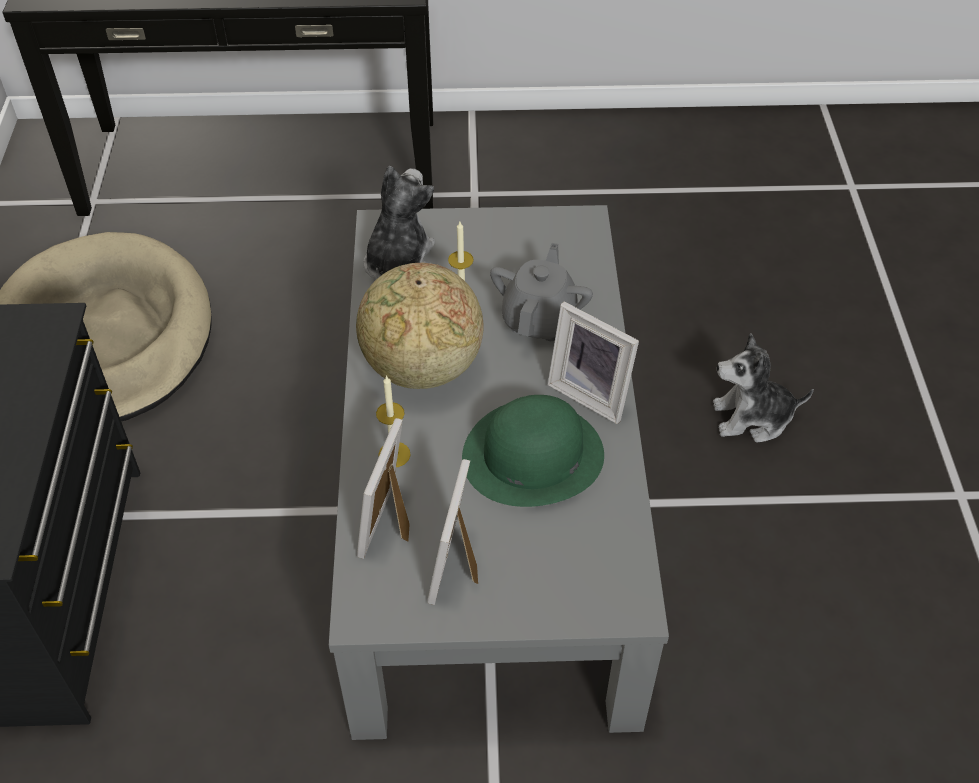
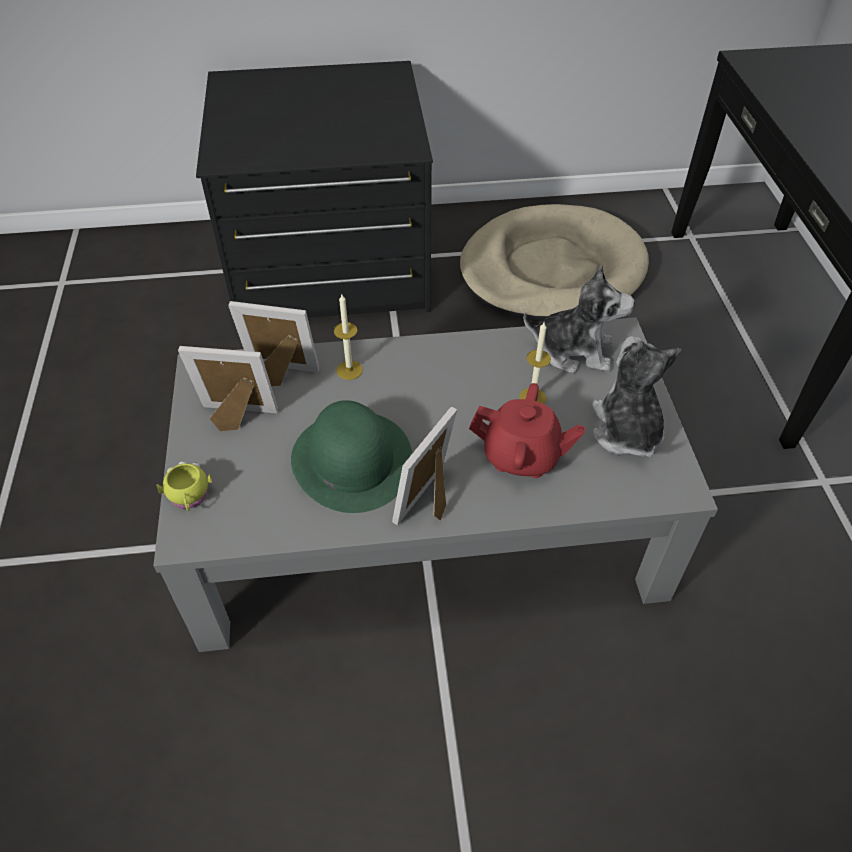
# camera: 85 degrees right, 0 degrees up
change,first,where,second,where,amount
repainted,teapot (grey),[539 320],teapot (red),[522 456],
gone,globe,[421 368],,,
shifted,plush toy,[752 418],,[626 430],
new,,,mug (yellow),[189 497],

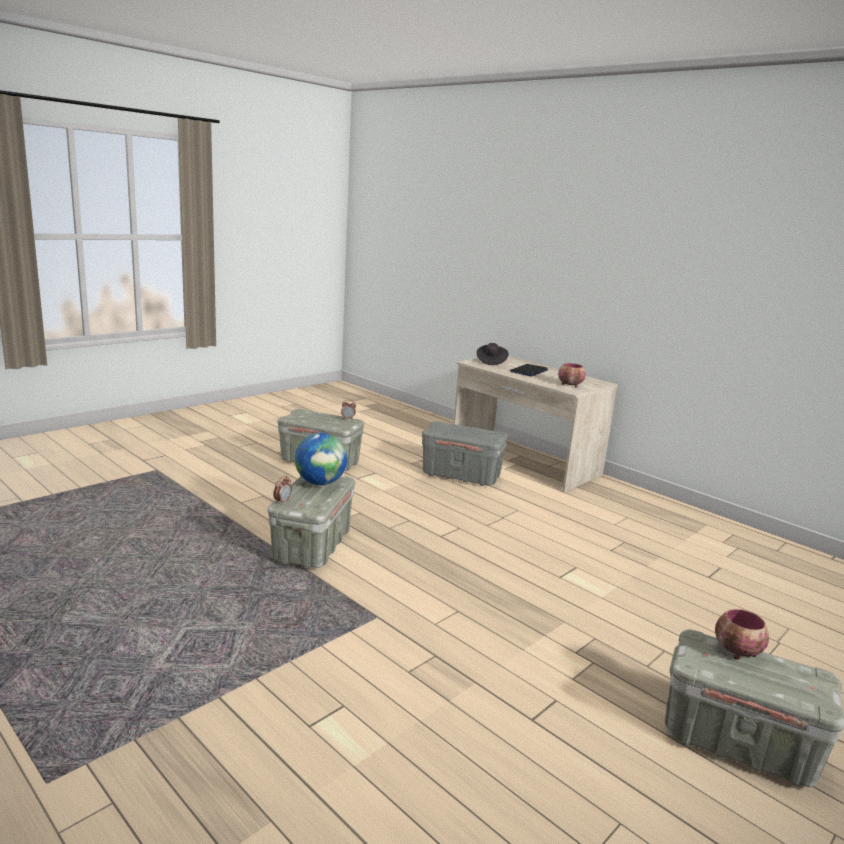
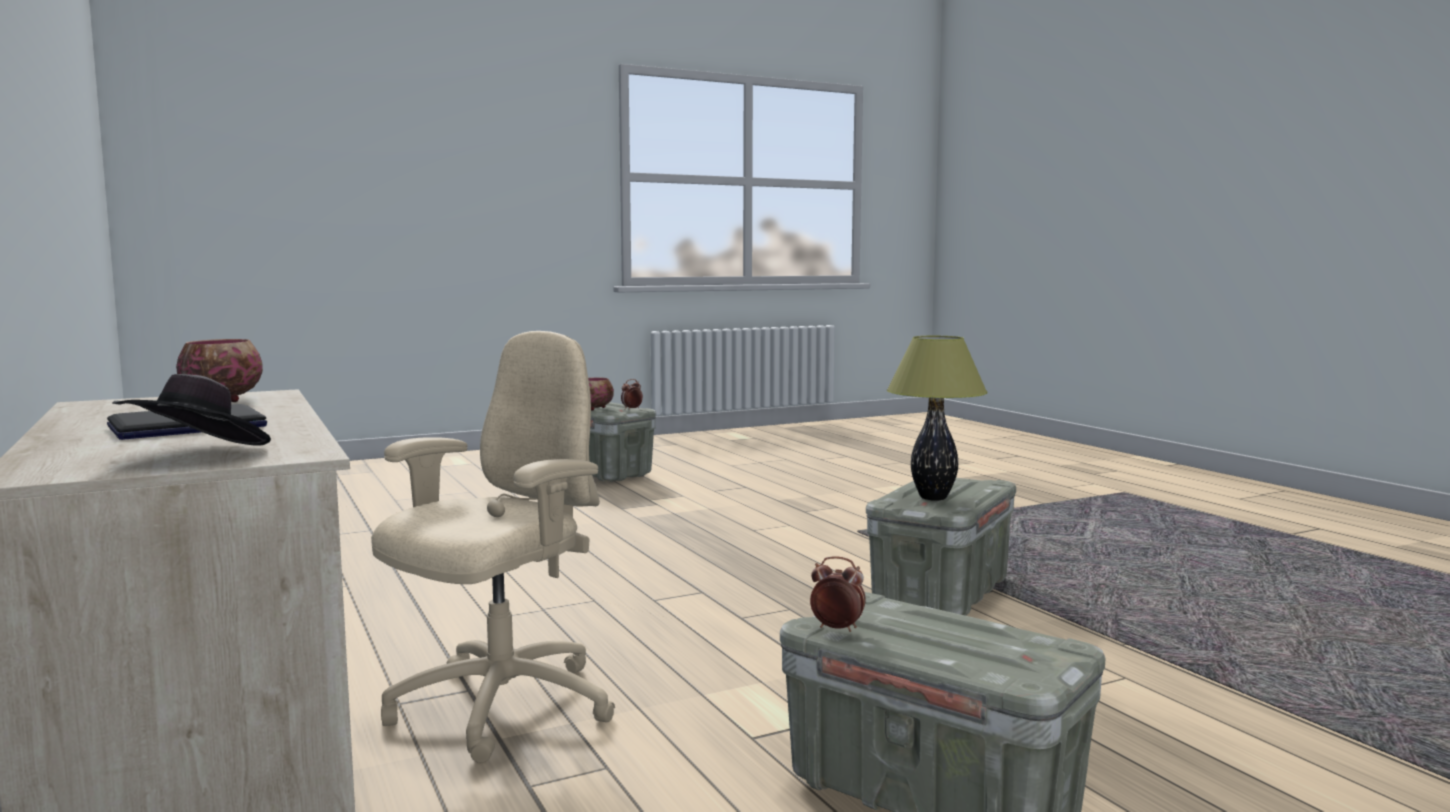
# camera: 160 degrees left, 10 degrees down
change,first,where,second,where,amount
swapped,storage box (grey),[460 475],office chair (beige),[499 708],
swapped,globe,[320 483],table lamp,[932 497],
shifted,alarm clock,[282 501],,[631 409],

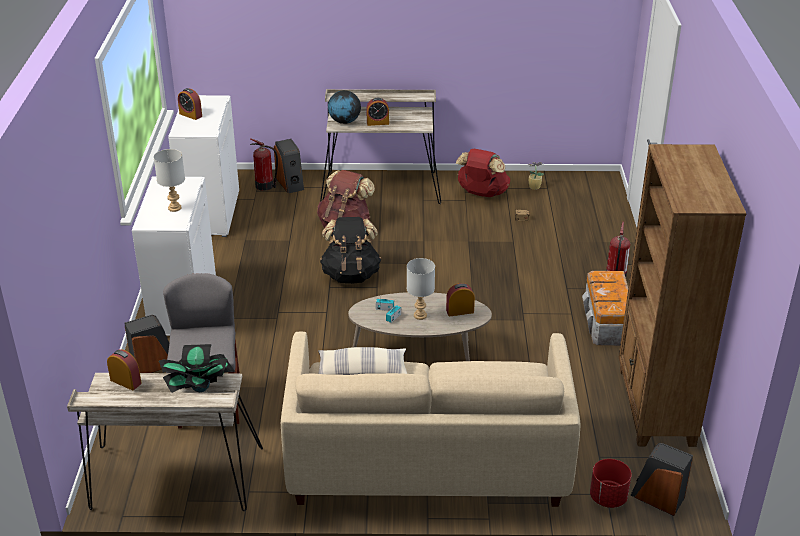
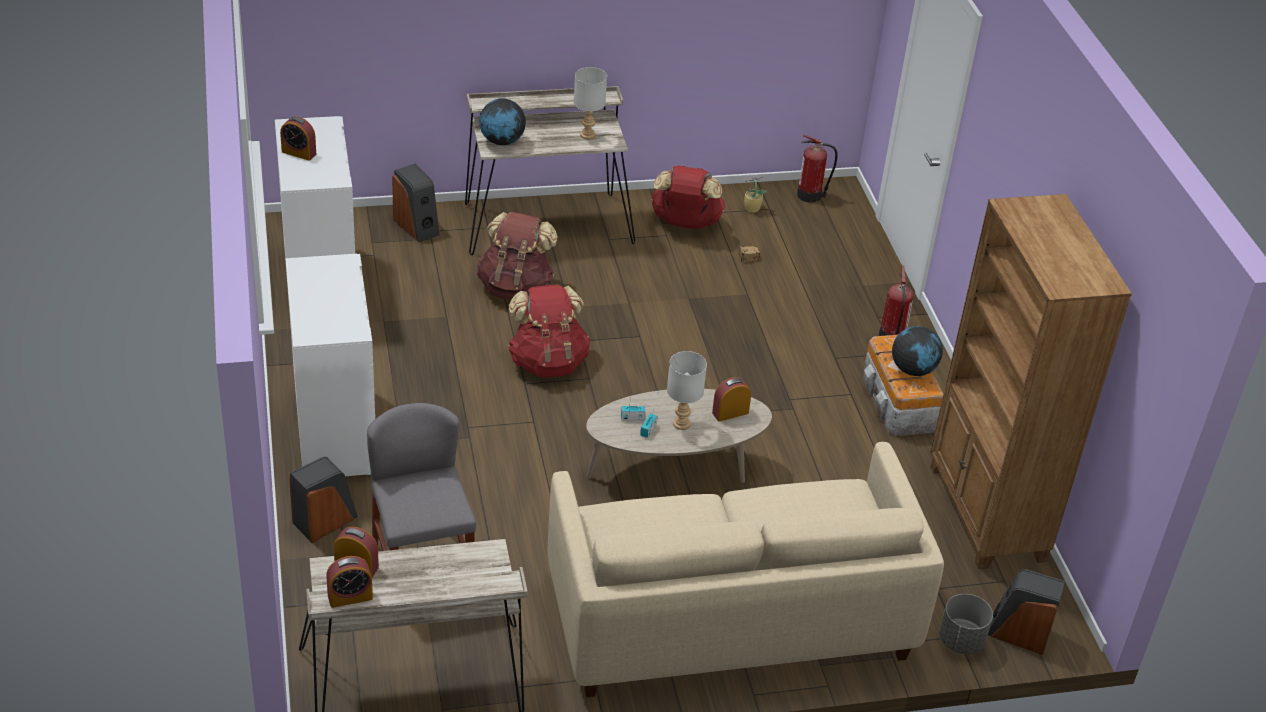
# camera: 15 degrees left, 5 degrees up
change,first,where,second,where,amount
shifted,alarm clock,[377 123],,[350 597],
shifted,fire extinguisher,[265 186],,[810 195],
shifted,table lamp (grey),[174 208],,[587 135],
repainted,backpack (black),[351 274],backpack (red),[548 362],
gone,potted plant,[199 388],,,
gone,pillow,[362 371],,,
repainted,planter (red),[608 498],planter (grey),[961 641],
new,,,globe,[913 370],

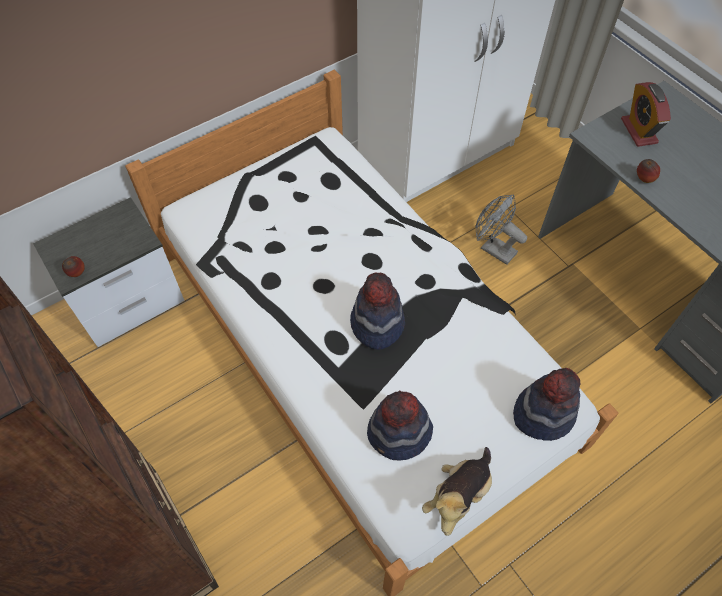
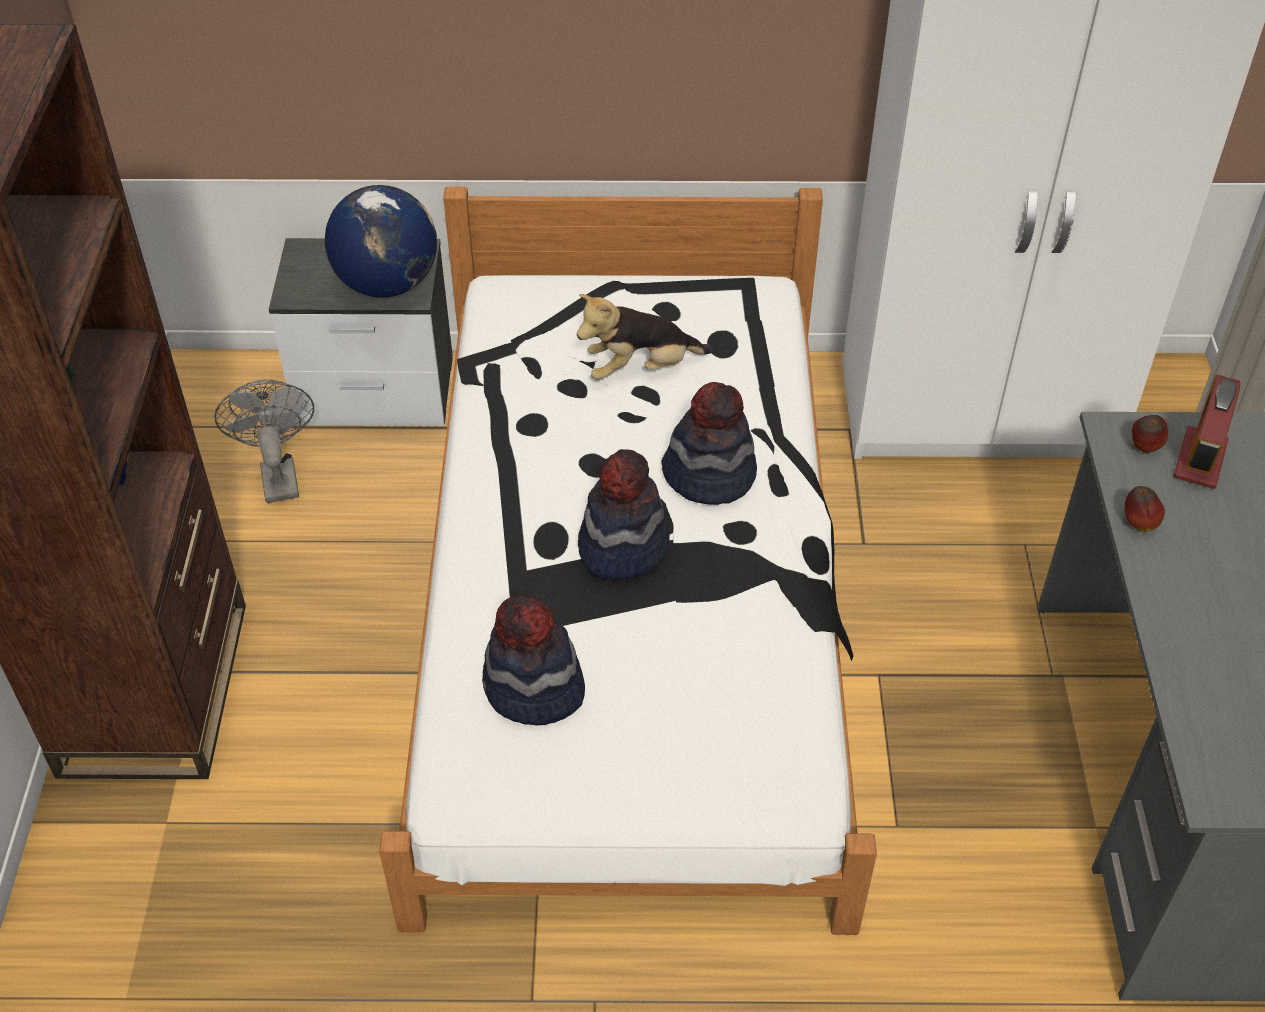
# camera: 35 degrees right, 10 degrees down
change,first,where,second,where,amount
shifted,fan (grey),[493 248],,[277 475],
shifted,apple,[77 273],,[1144 448],
shifted,hat,[543 413],,[709 475],
shifted,plush toy,[458 496],,[640 369],
new,,,globe,[387 284],

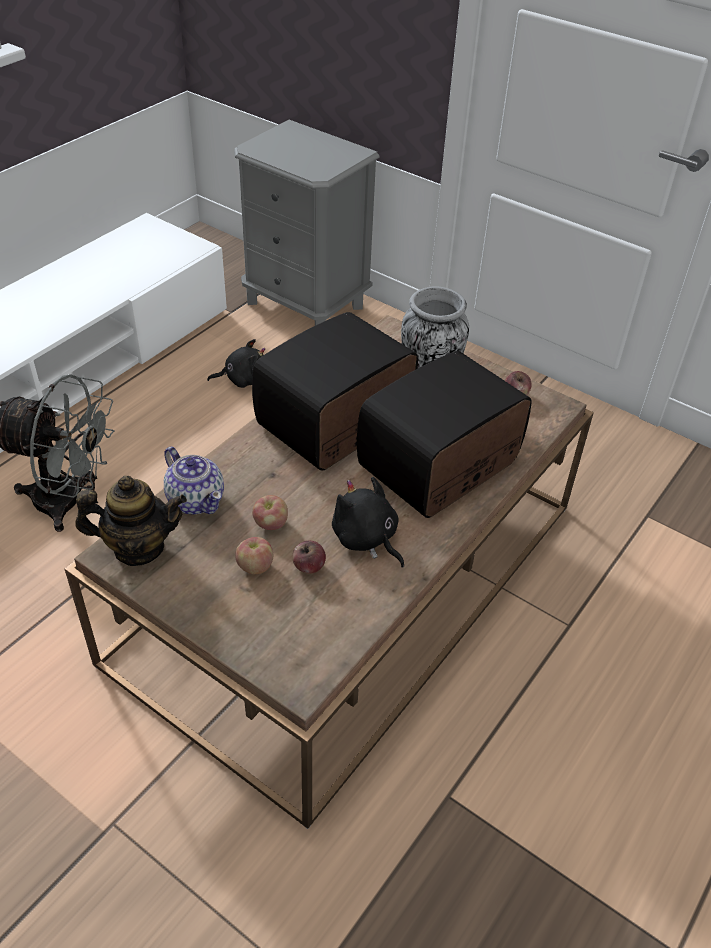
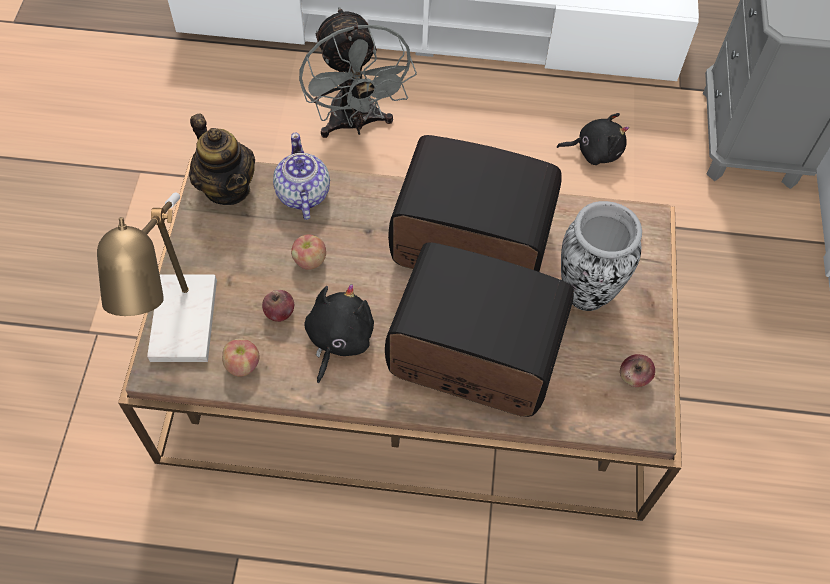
# camera: 60 degrees right, 15 degrees up
change,first,where,second,where,amount
rotated,plush toy (black),[243 379],,[595 151],45 degrees counterclockwise
rotated,teapot,[196 499],,[302 194],150 degrees clockwise
shifted,apple,[255 566],,[242 365],
new,,,table lamp,[184 333],

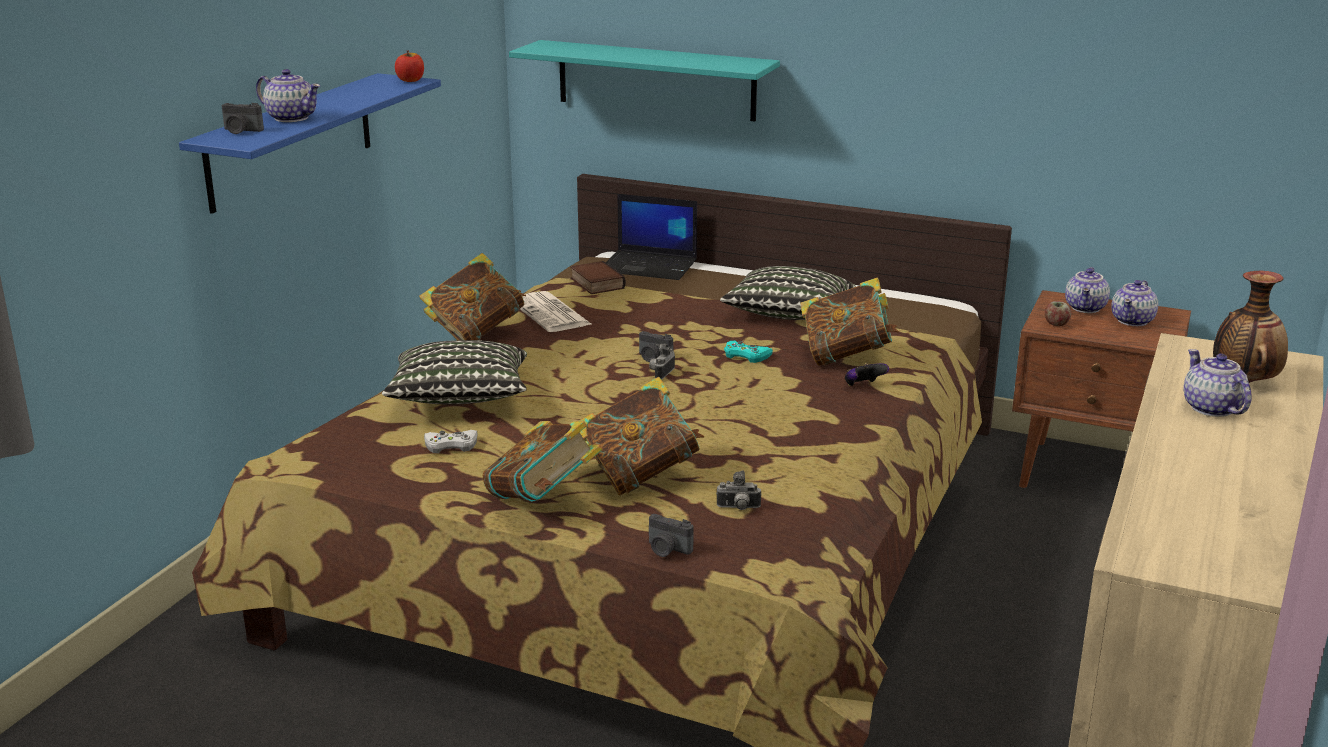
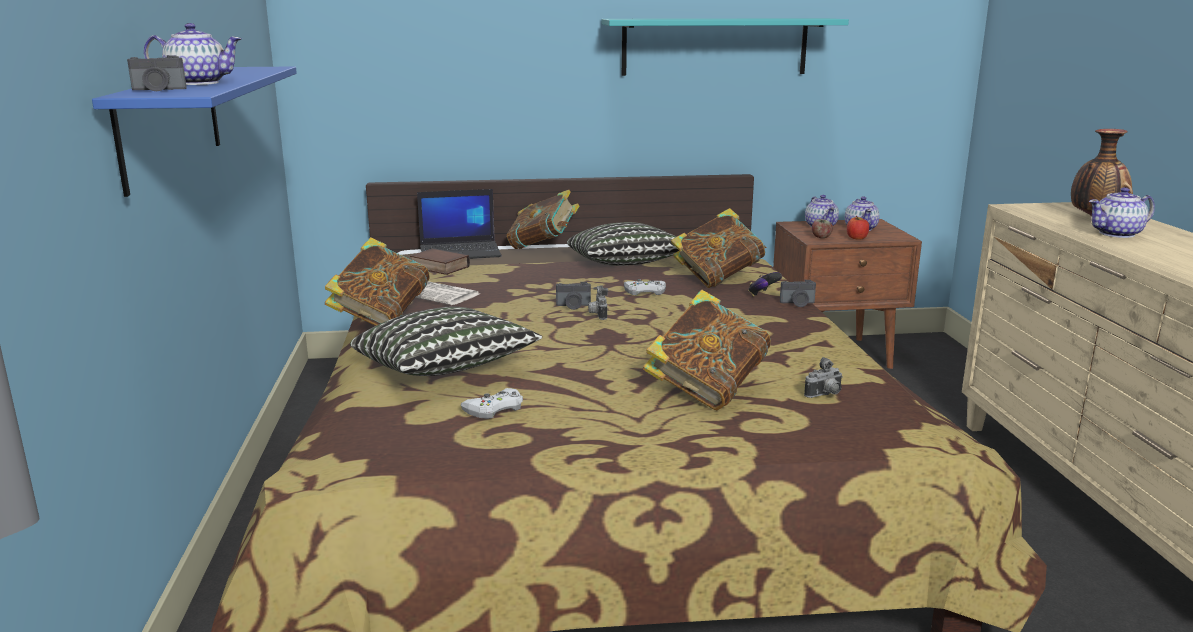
# camera: 30 degrees left, 5 degrees down
change,first,where,second,where,amount
shifted,shelf (turquoise),[656 80],,[714 46],
shifted,apple,[410 80],,[857 238],
repainted,game controller (turquoise),[746 356],game controller (white),[645 292],
rotated,teapot,[1212 408],,[1117 234],60 degrees counterclockwise
shifted,book,[542 501],,[543 247],
shifted,photo camera,[667 549],,[798 304],

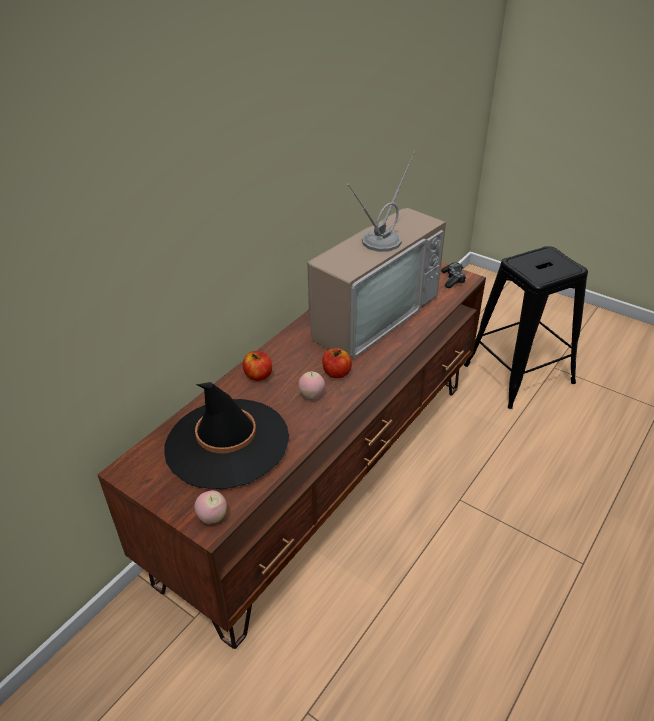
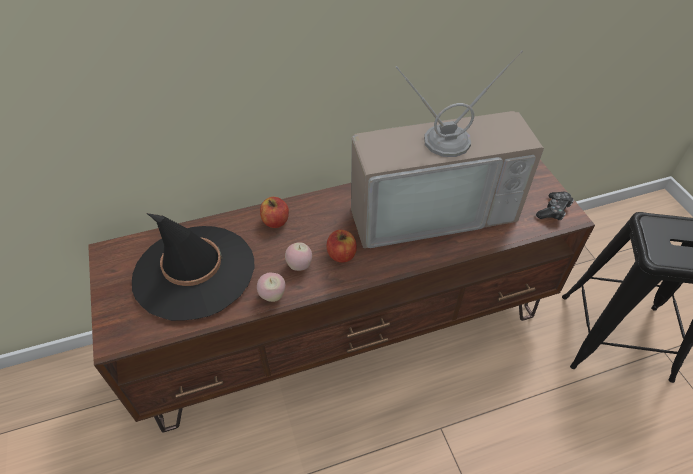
# camera: 35 degrees right, 10 degrees up
change,first,where,second,where,amount
shifted,apple,[212 517],,[272 295],

